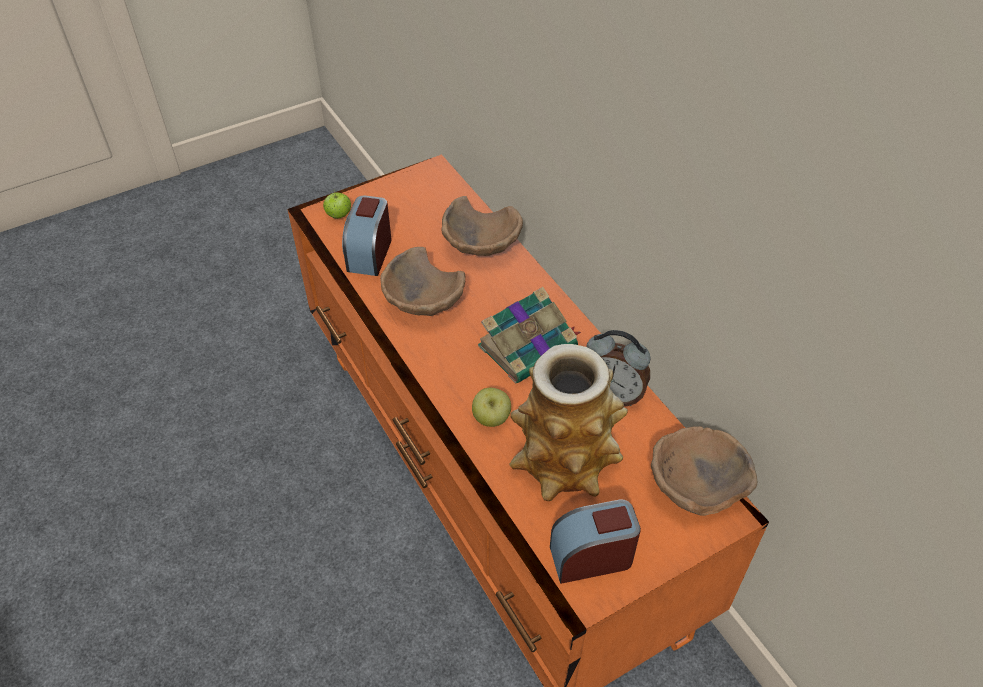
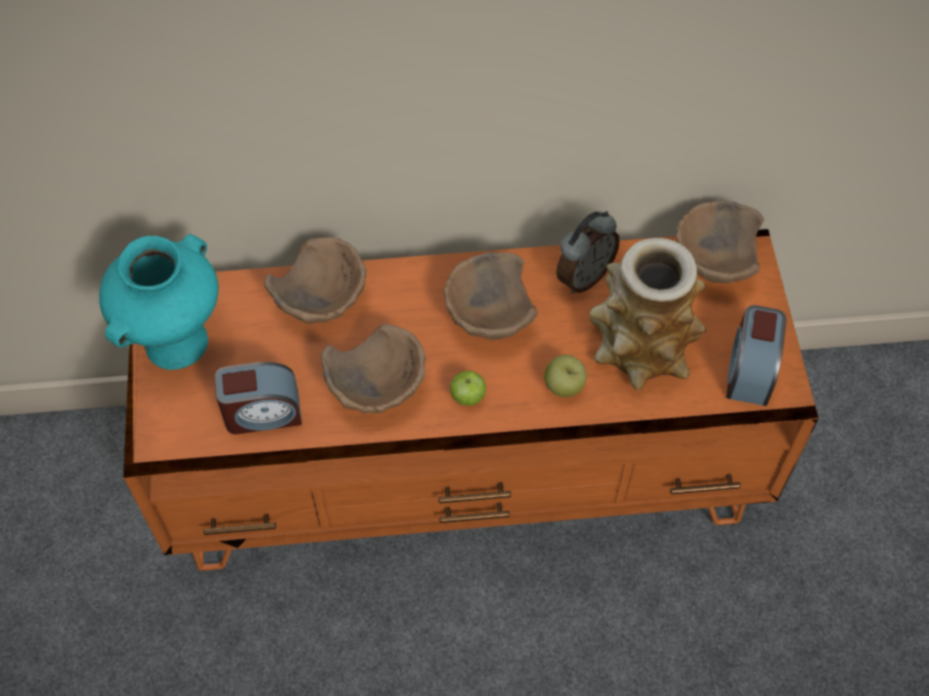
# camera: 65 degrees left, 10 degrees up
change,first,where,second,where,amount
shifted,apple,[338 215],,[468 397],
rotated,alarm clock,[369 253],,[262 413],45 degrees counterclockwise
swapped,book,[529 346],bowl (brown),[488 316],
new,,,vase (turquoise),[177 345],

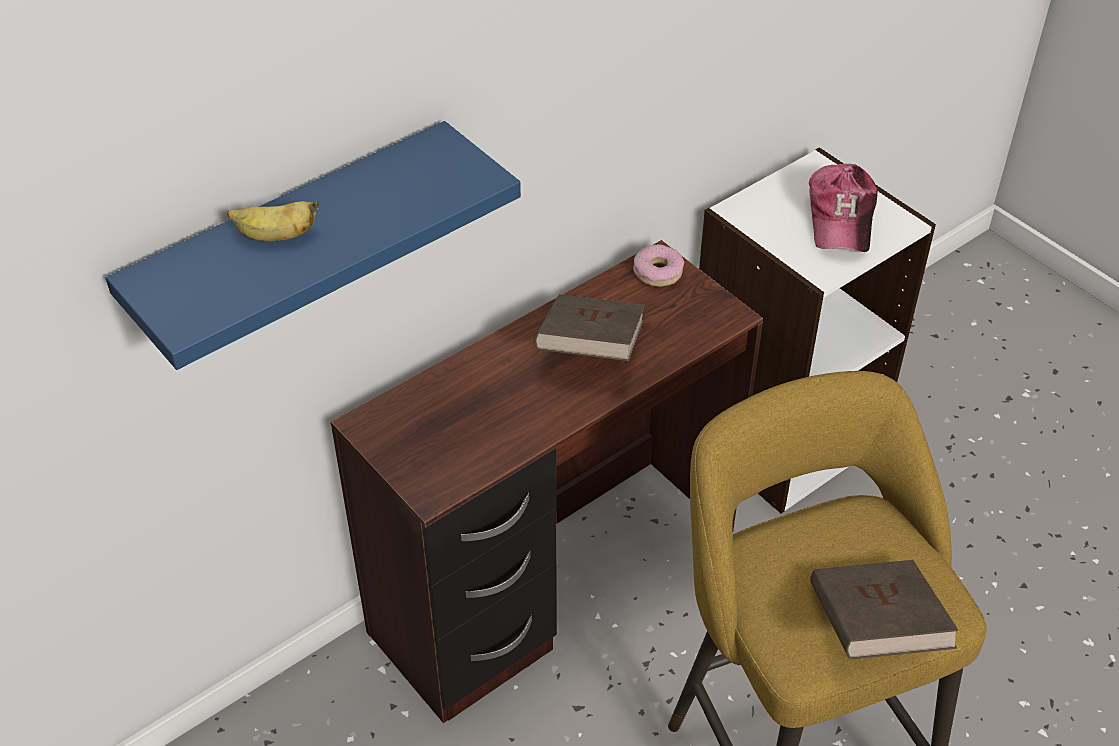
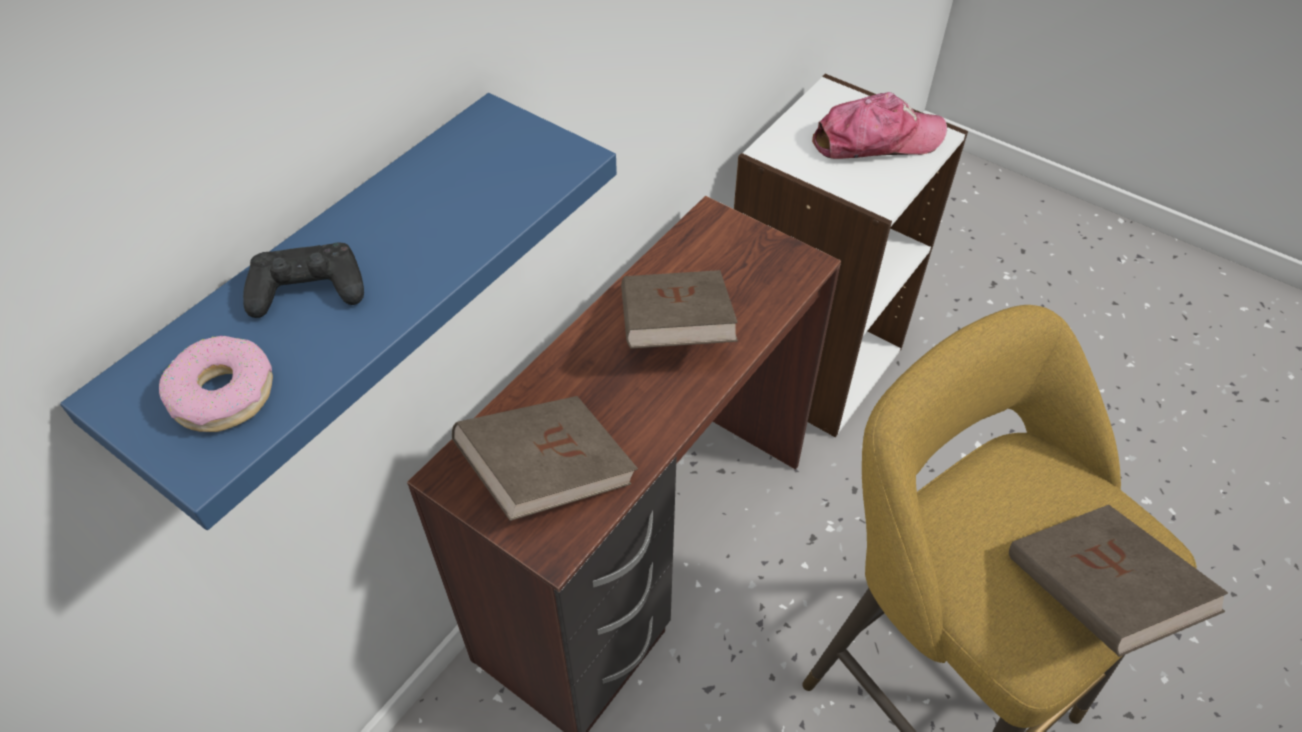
# camera: 15 degrees left, 5 degrees up
change,first,where,second,where,amount
rotated,cap,[841 217],,[876 140],90 degrees counterclockwise
swapped,banana,[275 236],game controller (black),[308 290],
shifted,donut,[657 272],,[222 394],
new,,,book (brown),[548 474],

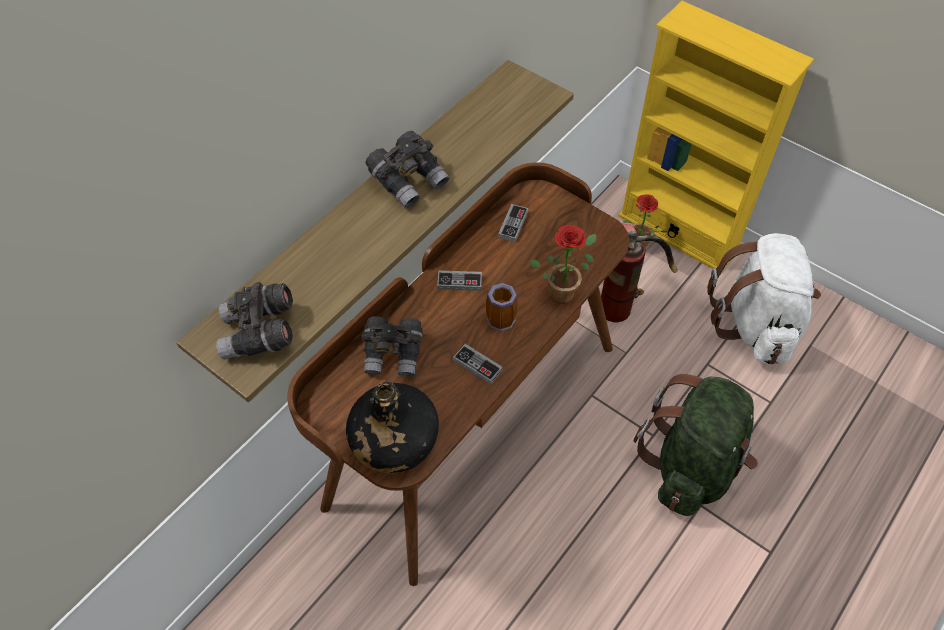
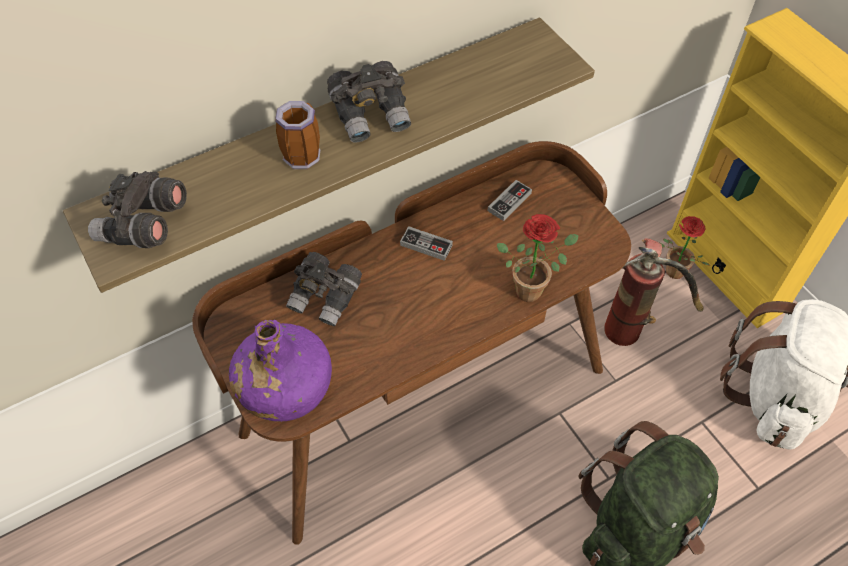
# camera: 20 degrees right, 0 degrees up
change,first,where,second,where,amount
shifted,mug,[499 317],,[302 153],
gone,game controller,[477 365],,,
repainted,bottle (black),[394 441],bottle (purple),[285 387],

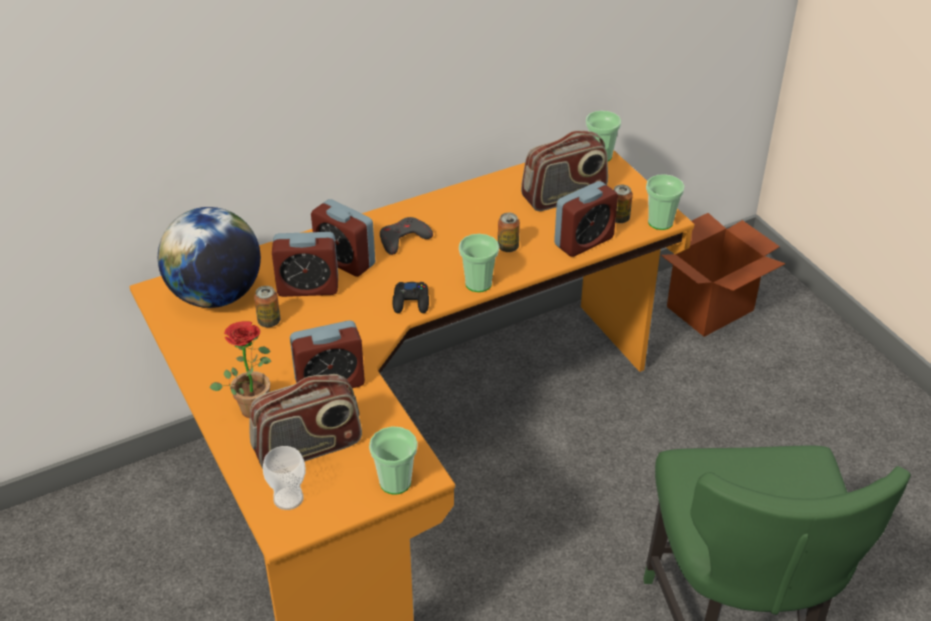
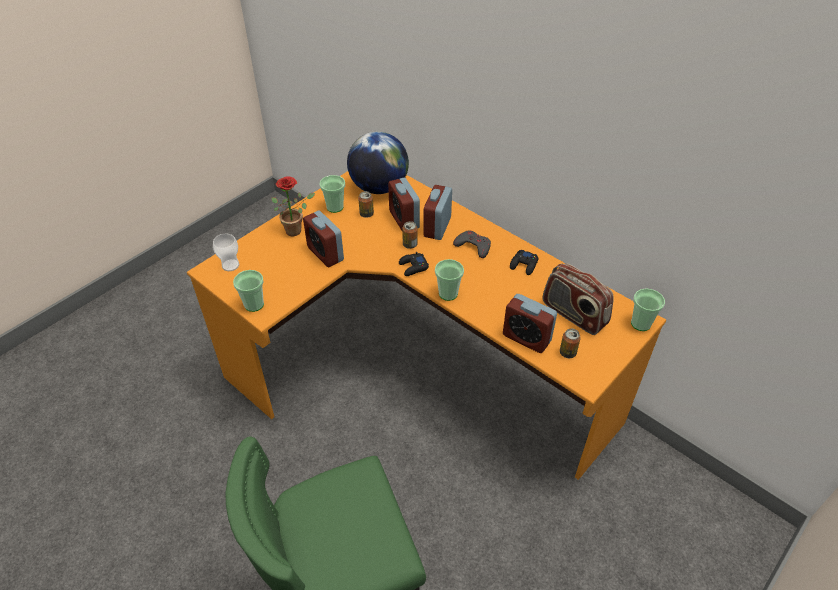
# camera: 70 degrees right, 5 degrees up
change,first,where,second,where,amount
shifted,cup,[660 222],,[335 207],
shifted,can,[508 247],,[410 244],
gone,cardboard box,[710 308],,,
gone,radio,[308 448],,,
new,,,game controller (black),[524 265],

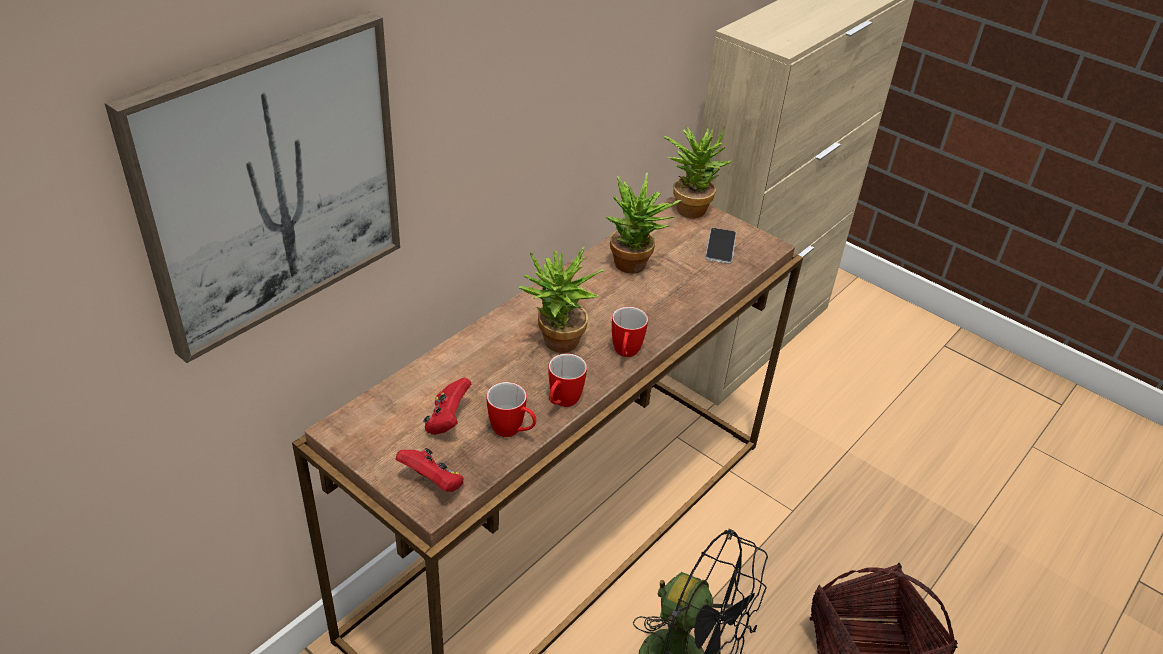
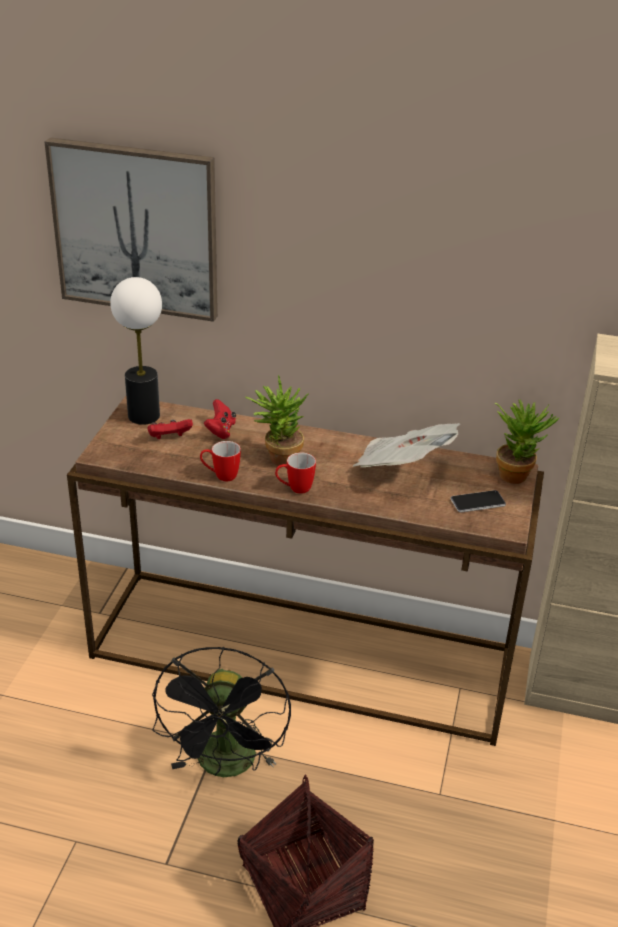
# camera: 65 degrees right, 5 degrees down
change,first,where,second,where,amount
swapped,potted plant,[635 267],newspaper,[402 468],
gone,mug,[512 432],,,
shifted,game controller (red),[433 483],,[220 430],
new,,,table lamp,[144 415],

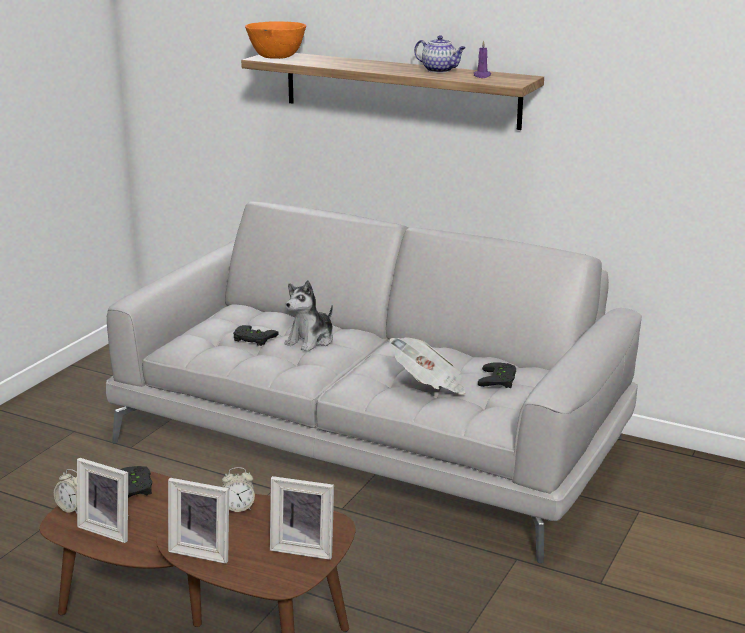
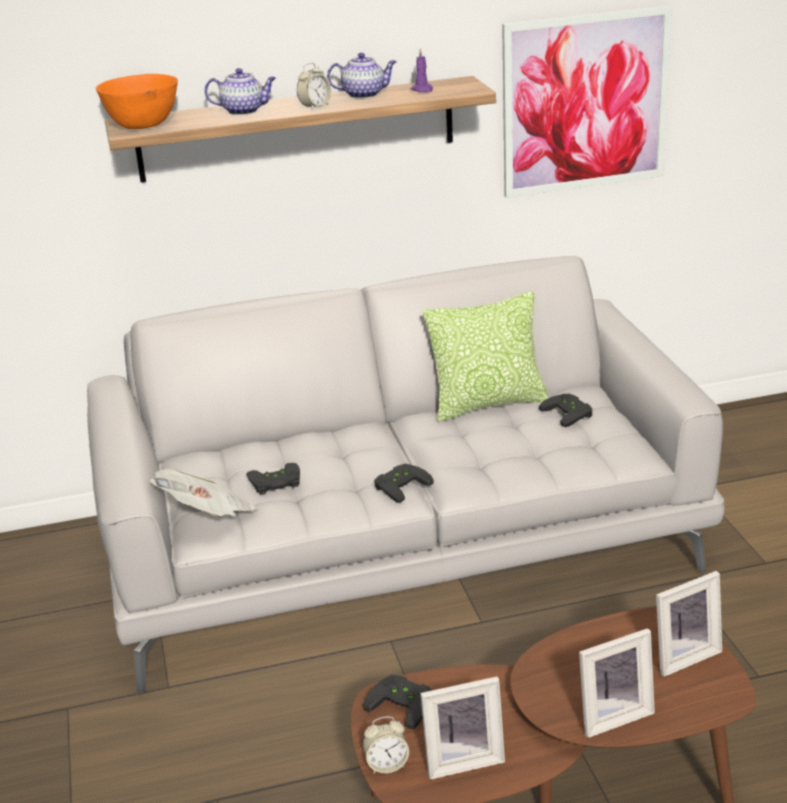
# camera: 40 degrees left, 5 degrees up
change,first,where,second,where,amount
gone,plush toy,[311 340],,,
shifted,newspaper,[429 384],,[207 515],
shifted,alarm clock,[238 508],,[315 107],
new,,,picture,[585 102],
new,,,teapot,[244 111],
new,,,pillow,[487 404],
new,,,game controller (black),[400 485],

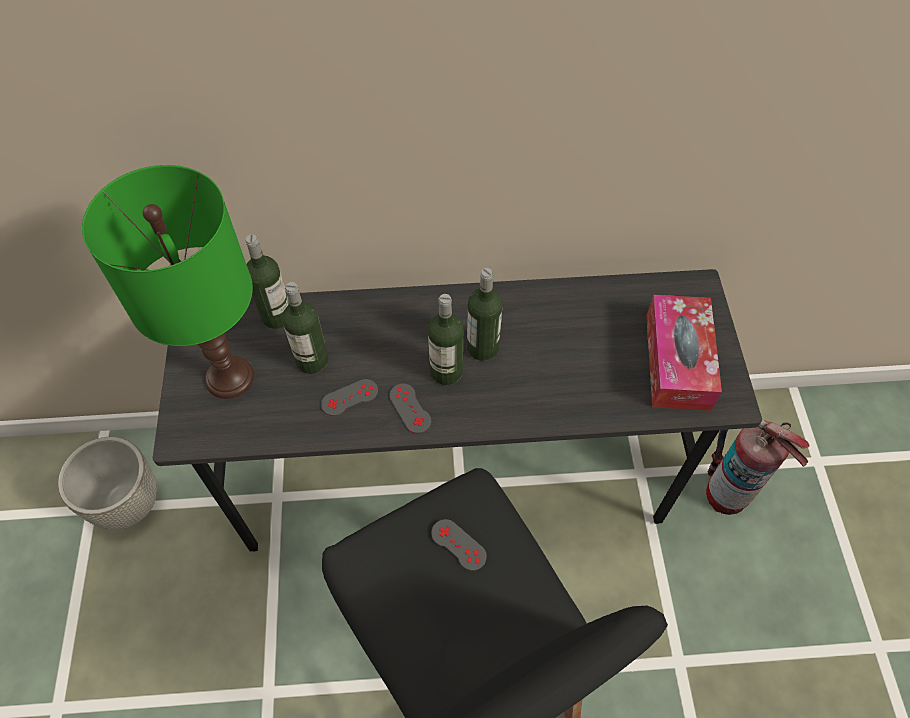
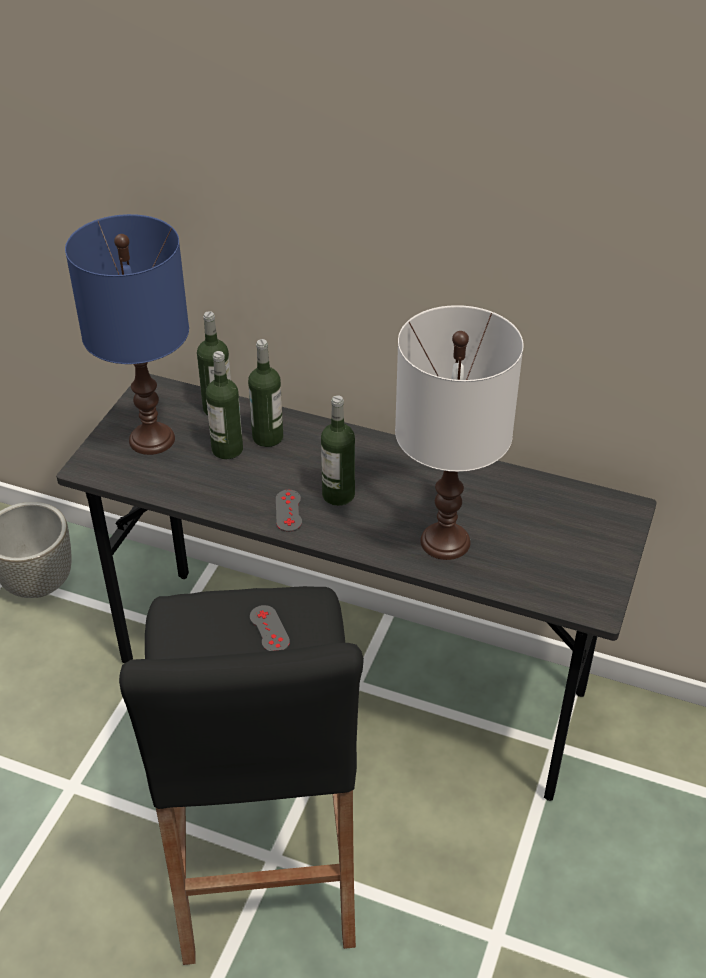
# camera: 25 degrees right, 15 degrees down
change,first,where,second,where,amount
repainted,table lamp (green),[228 377],table lamp (blue),[151 439],
shifted,bottle,[482 347],,[268 437],
gone,tissue box,[677 361],,,
gone,game controller (grey),[349 397],,,
gone,fire extinguisher,[726 493],,,
new,,,table lamp (white),[444 541],

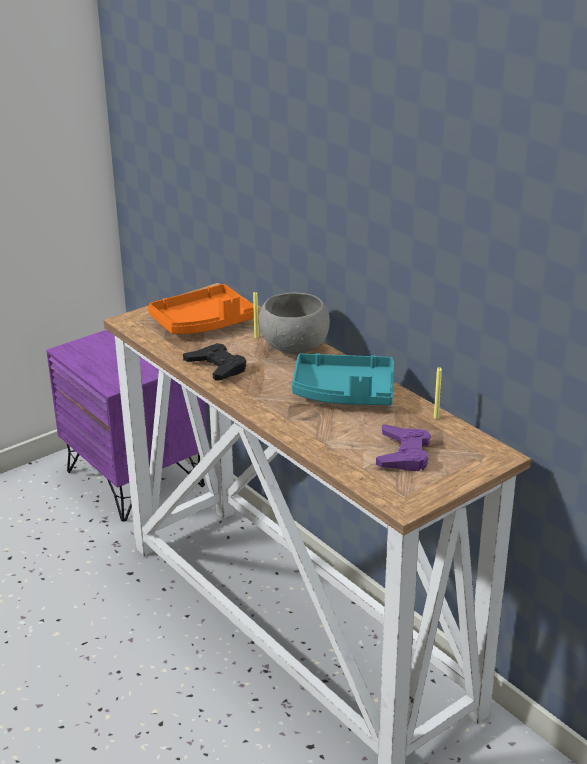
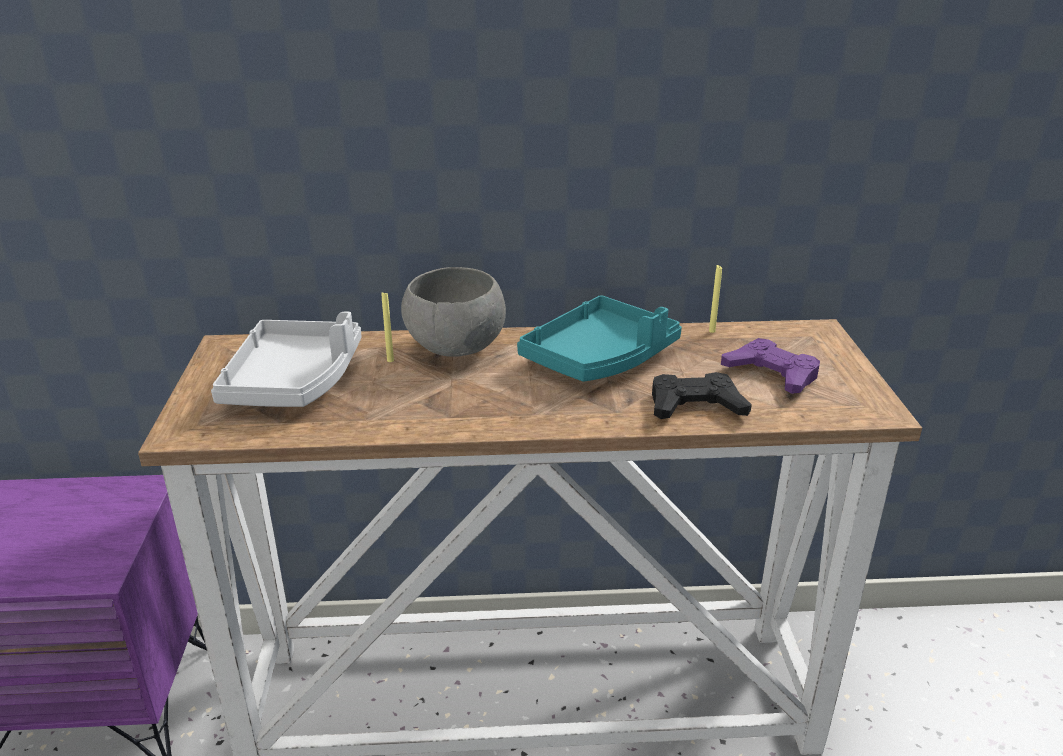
# camera: 55 degrees left, 0 degrees up
change,first,where,second,where,amount
repainted,tray (orange),[203 323],tray (grey),[294 380],
shifted,game controller (black),[217 367],,[695 406],

